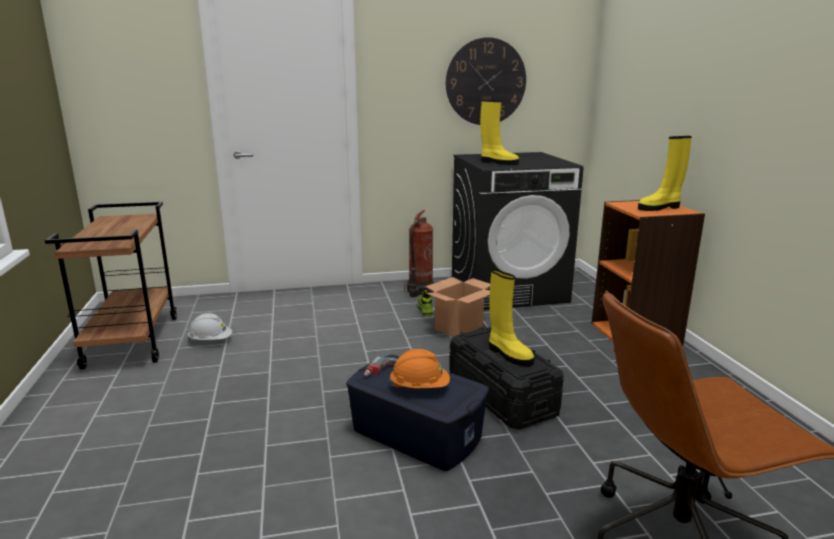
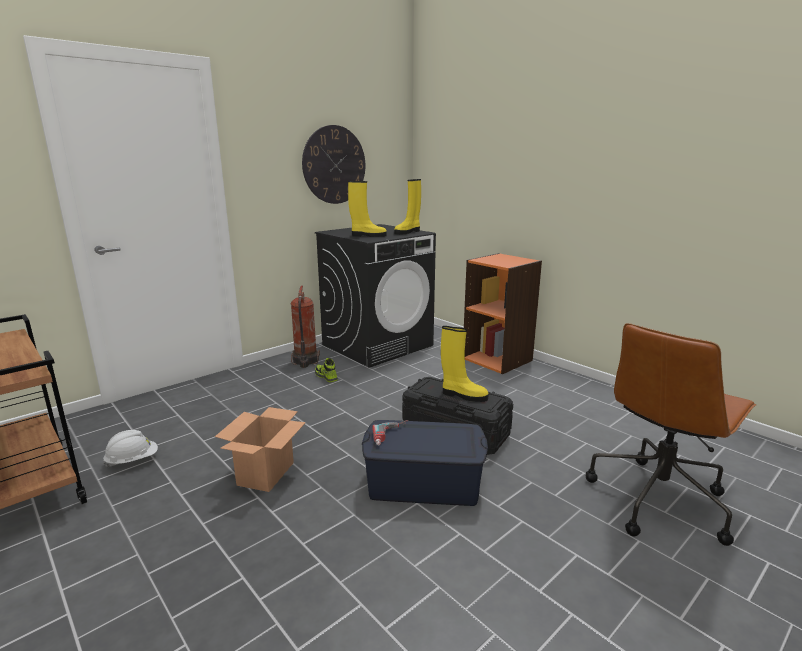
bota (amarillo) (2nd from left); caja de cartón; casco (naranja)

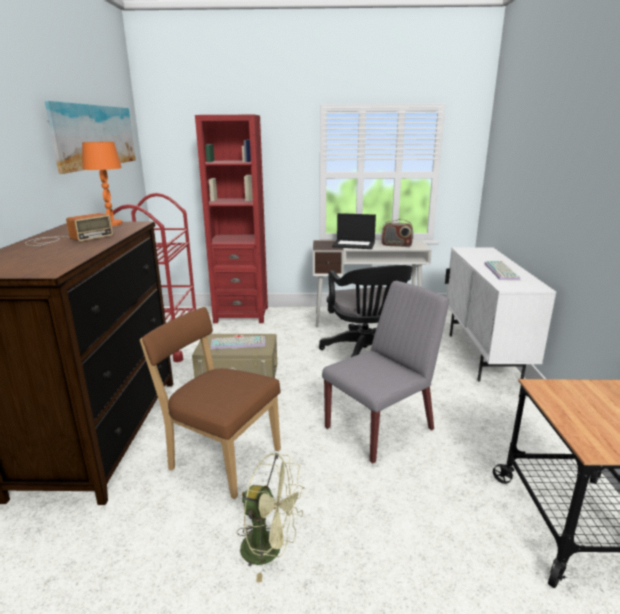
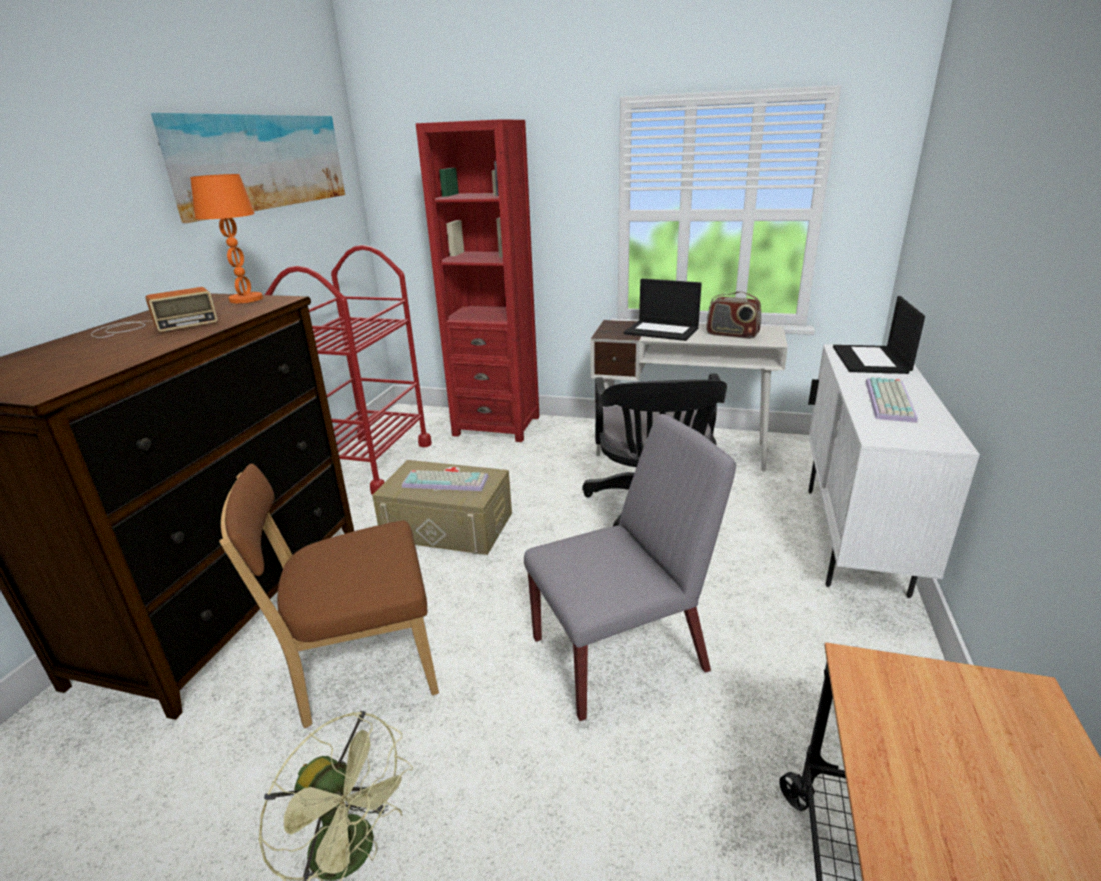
silla (marrón); portátil (2nd from left)

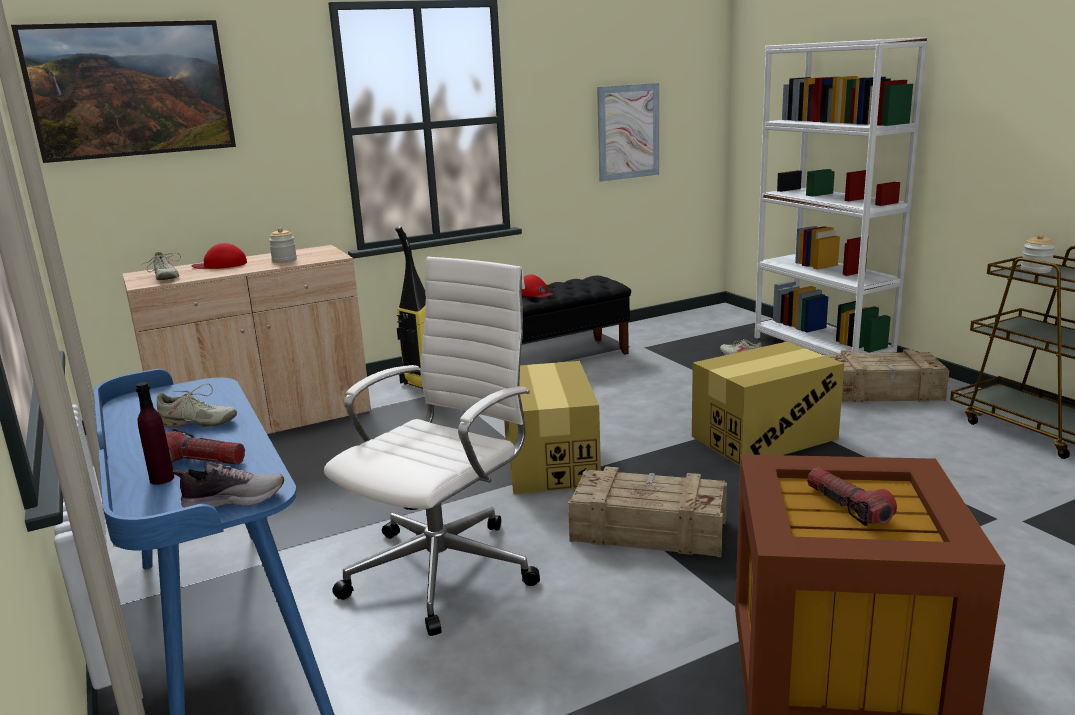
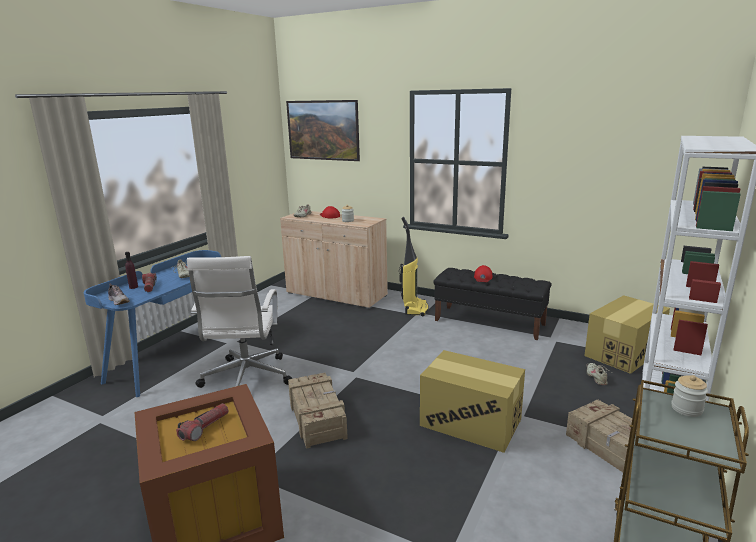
cuadro (2nd from left in the first image); silla de oficina (blanco); caja de cartón (2nd from left)

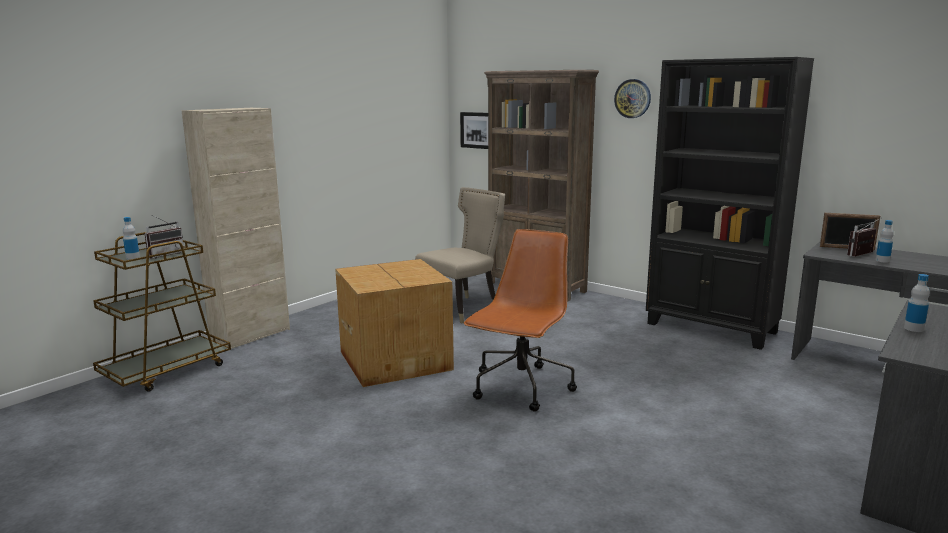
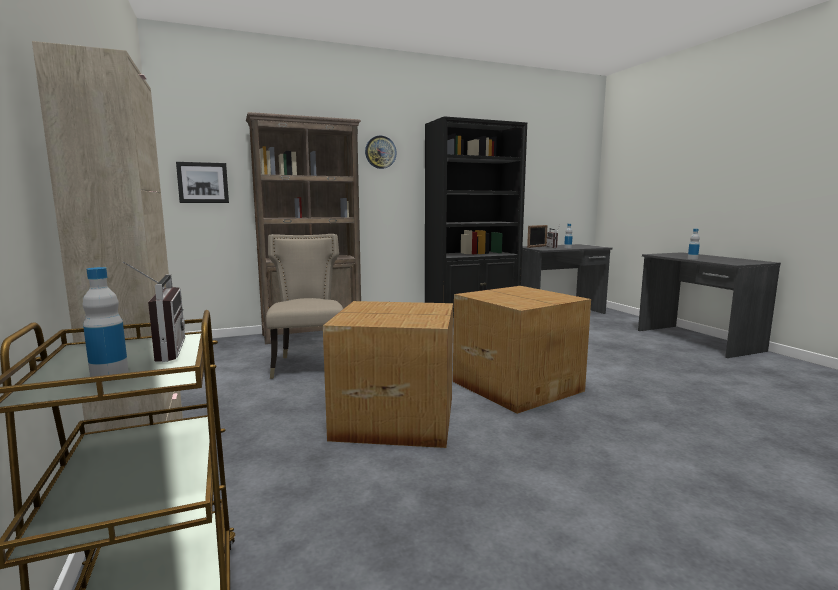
caja de cartón (2nd from left)

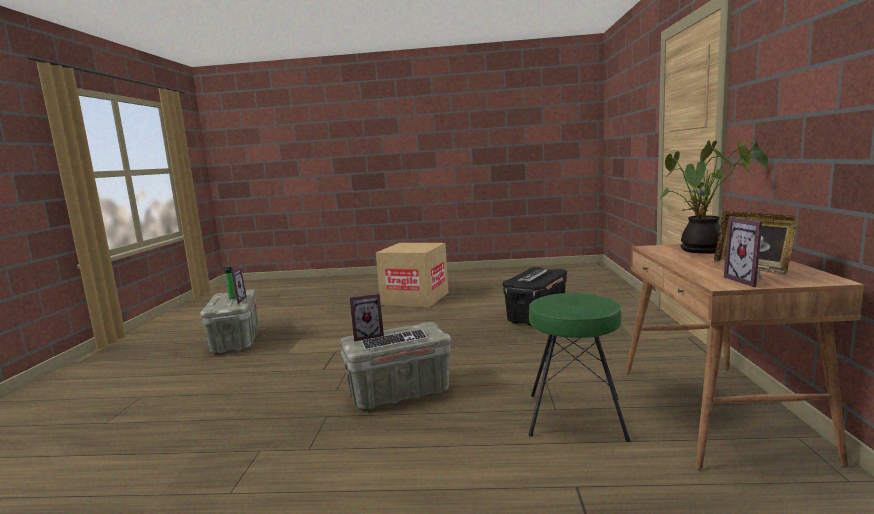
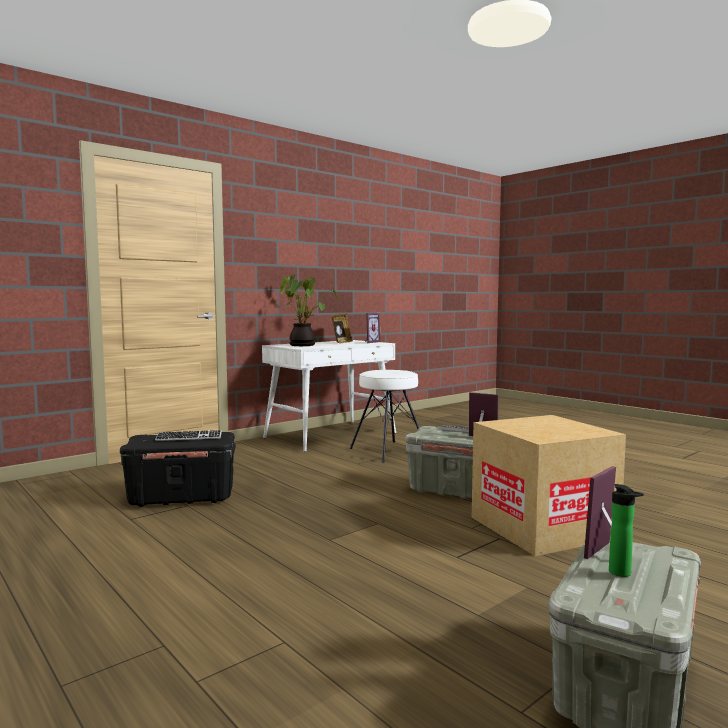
caja de cartón; escritorio (blanco); taburete (blanco)

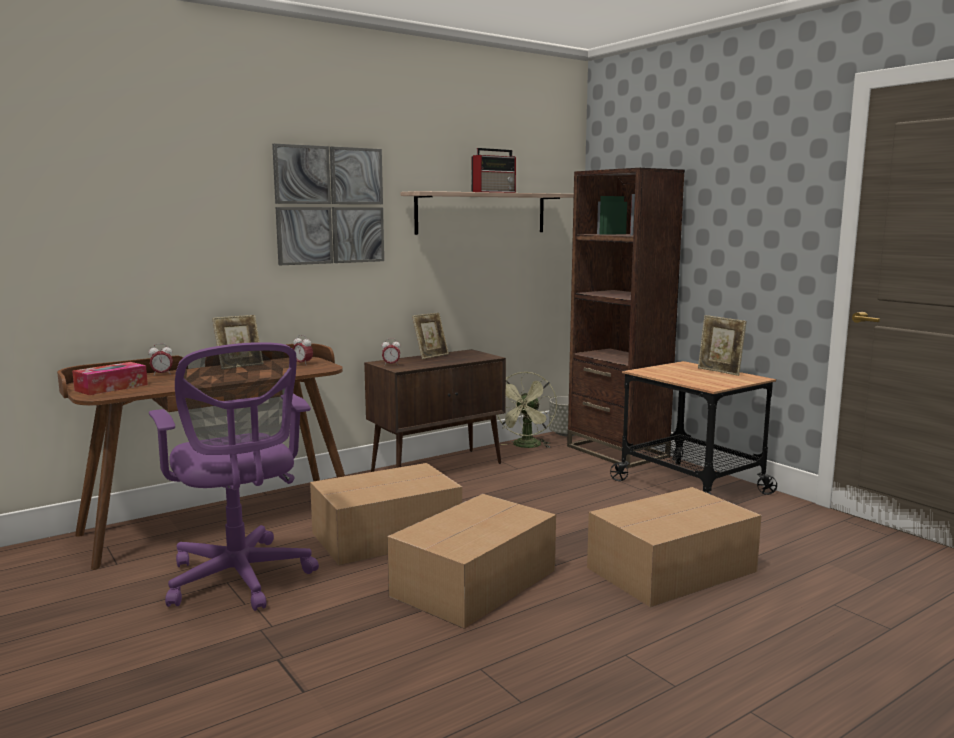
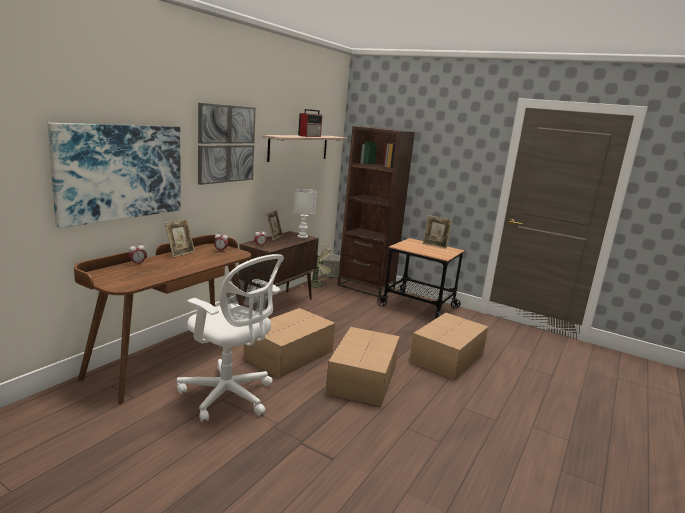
silla de oficina (blanco); caja de pañuelos; cuadro (1st from left); lámpara de mesa (blanco)

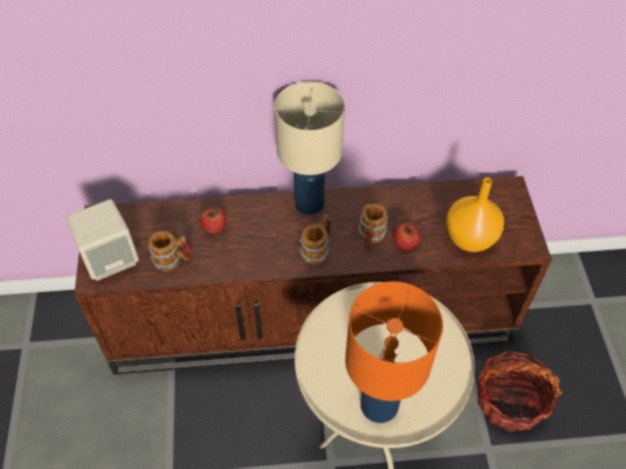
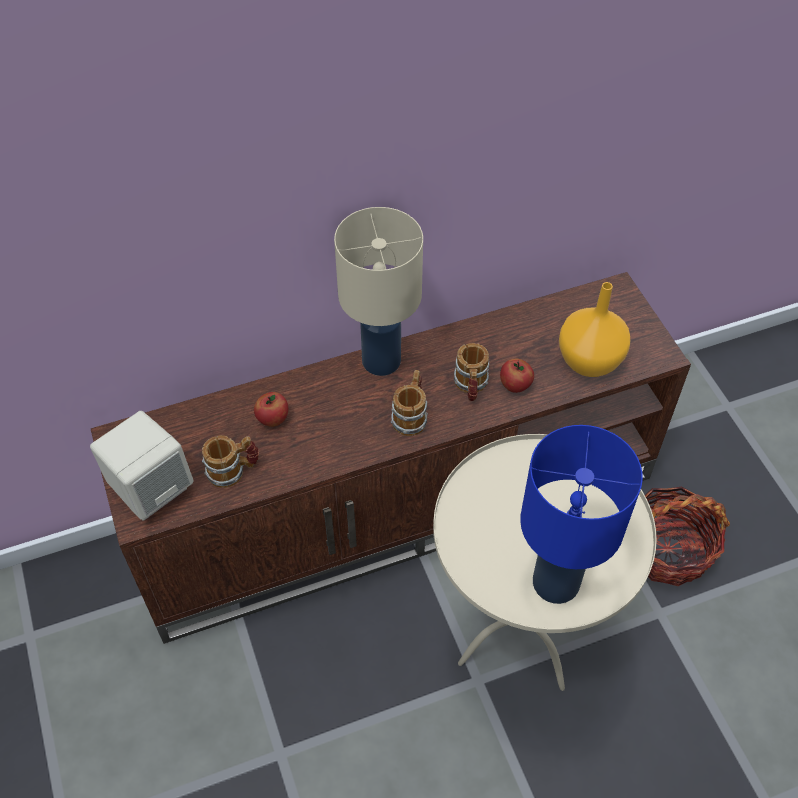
lámpara de mesa (azul)

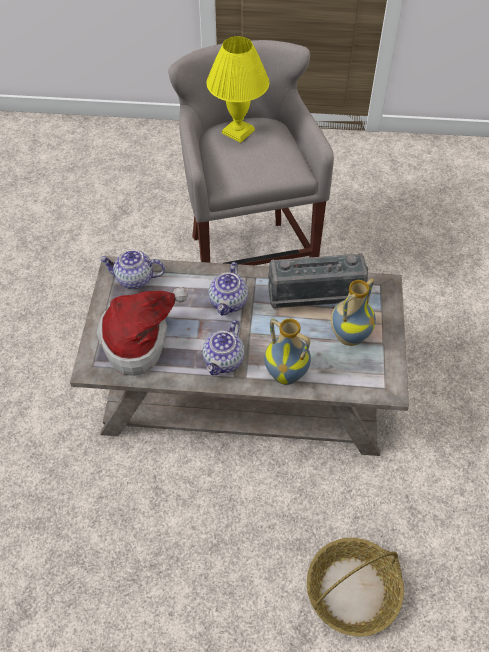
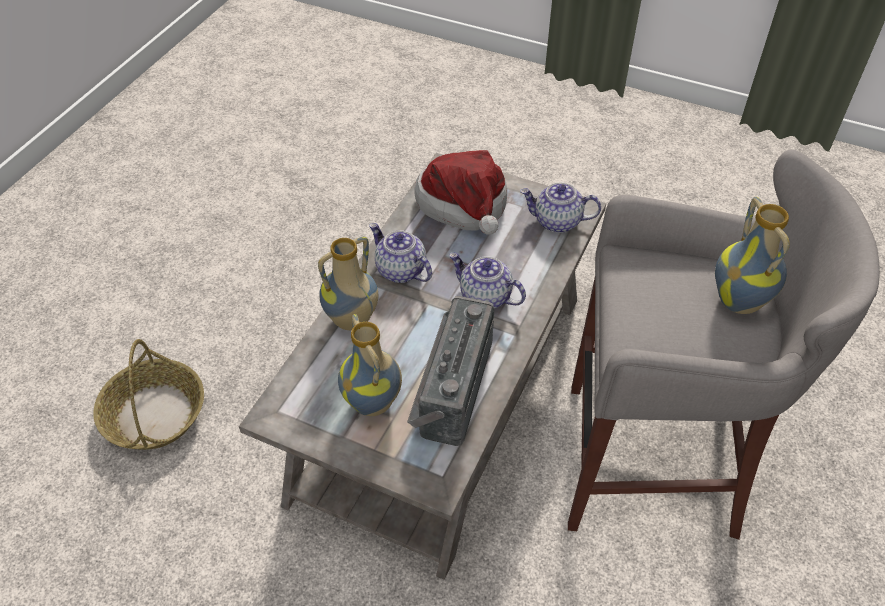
florero (3rd from left); tetera (3rd from left)

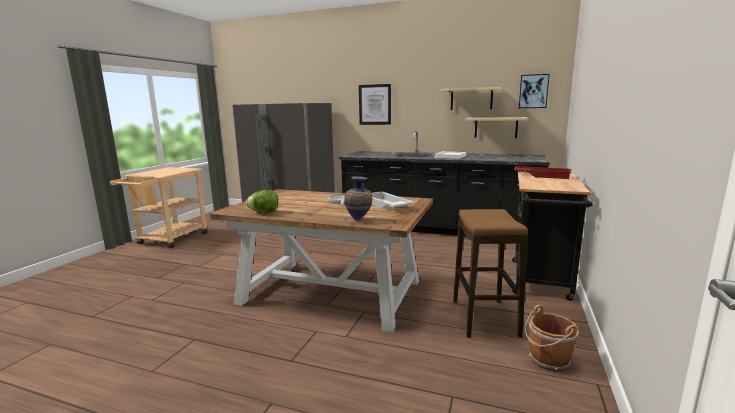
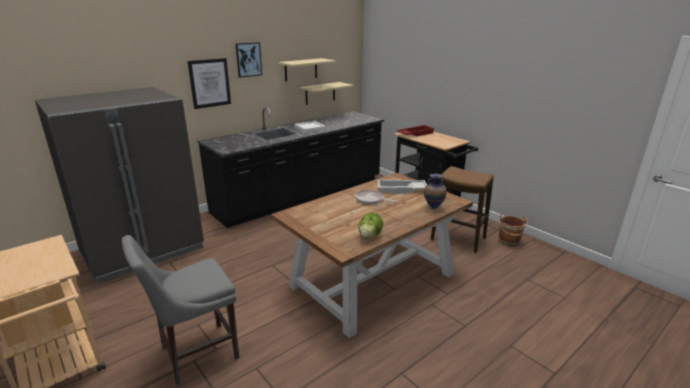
cuadro (2nd from left); silla (gris)

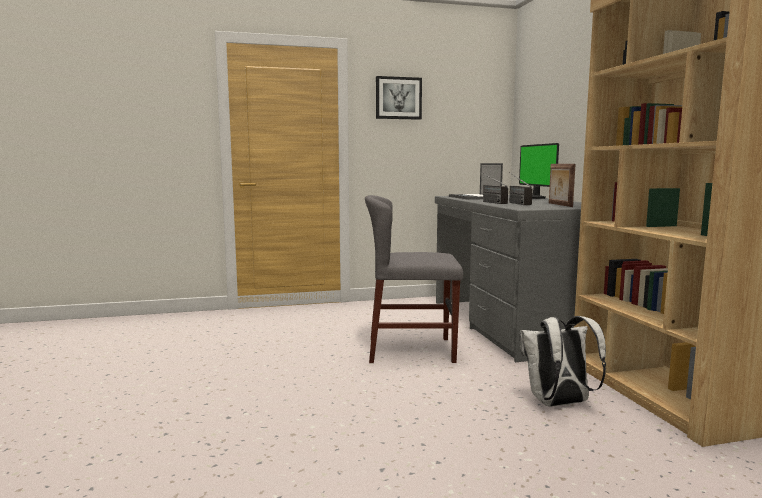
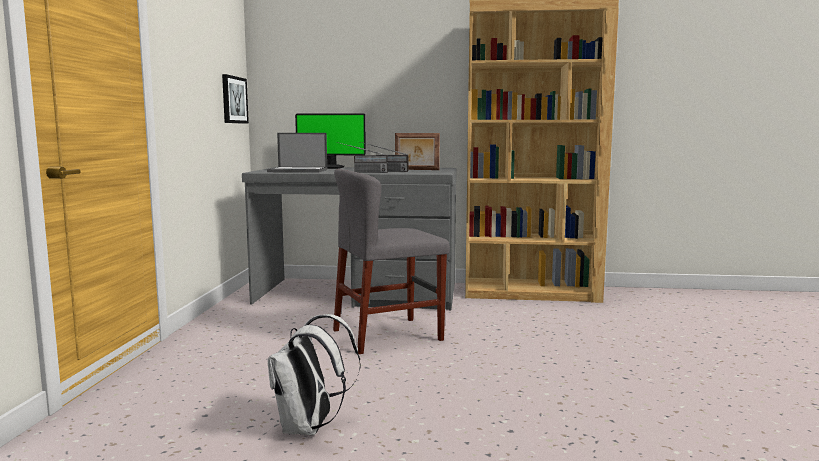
cuadro; silla (gris); mochila (blanco)

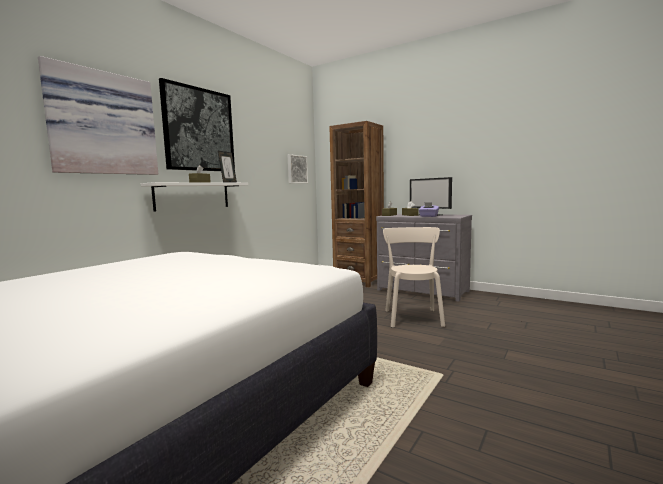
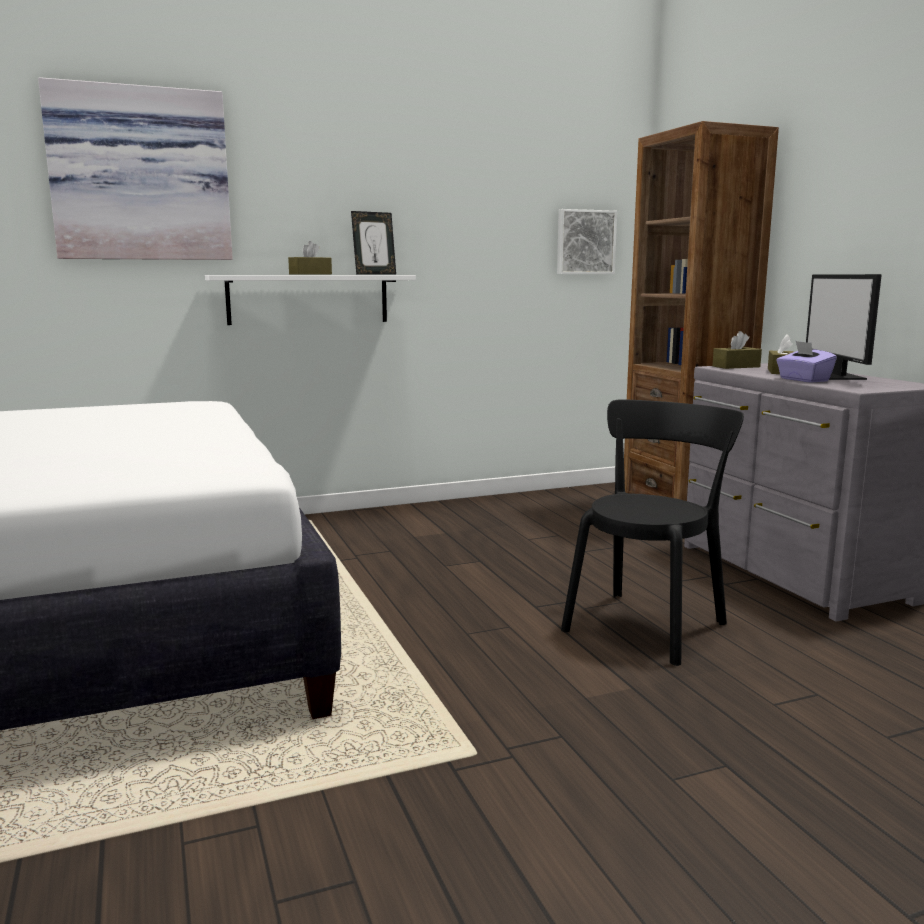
cuadro (2nd from left in the first image); silla (negro)

